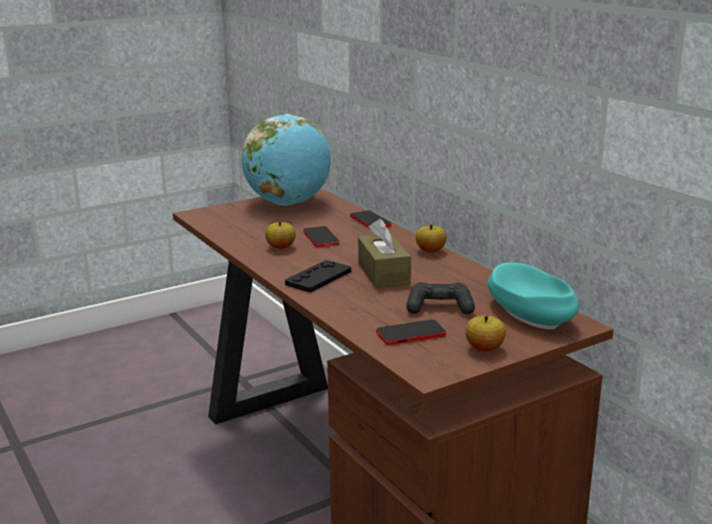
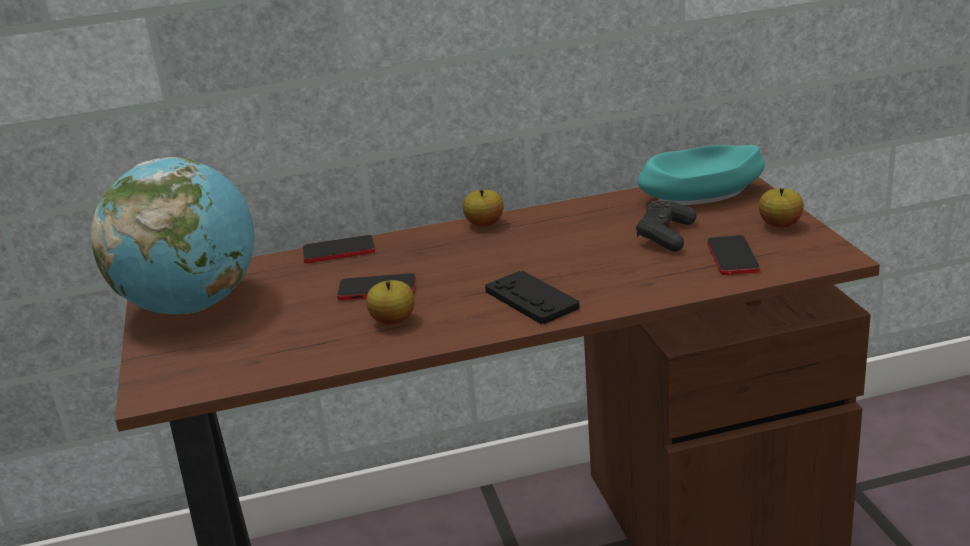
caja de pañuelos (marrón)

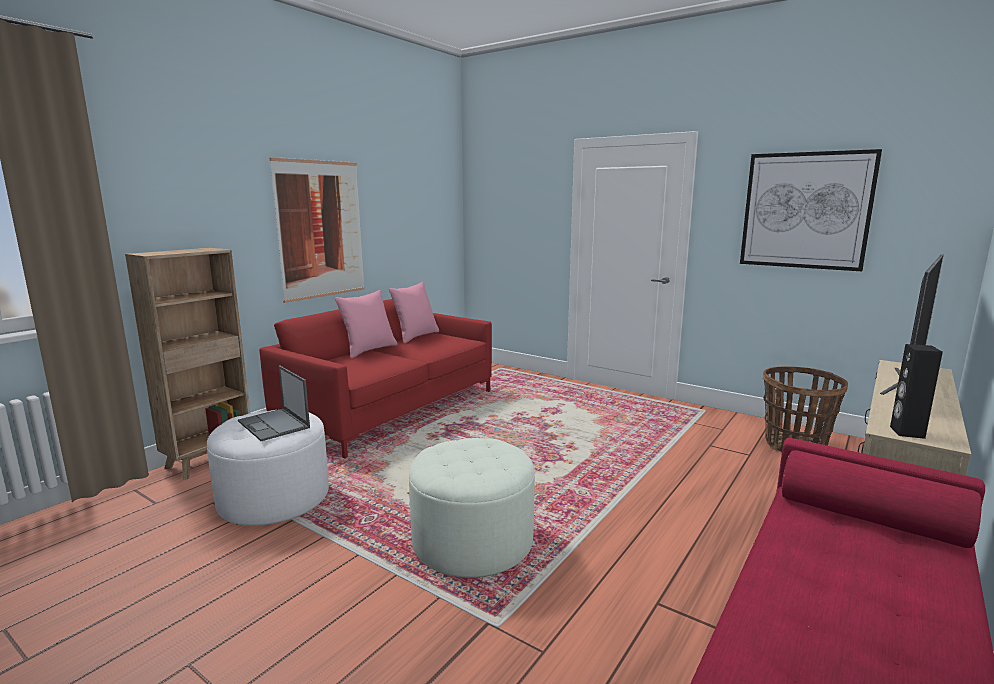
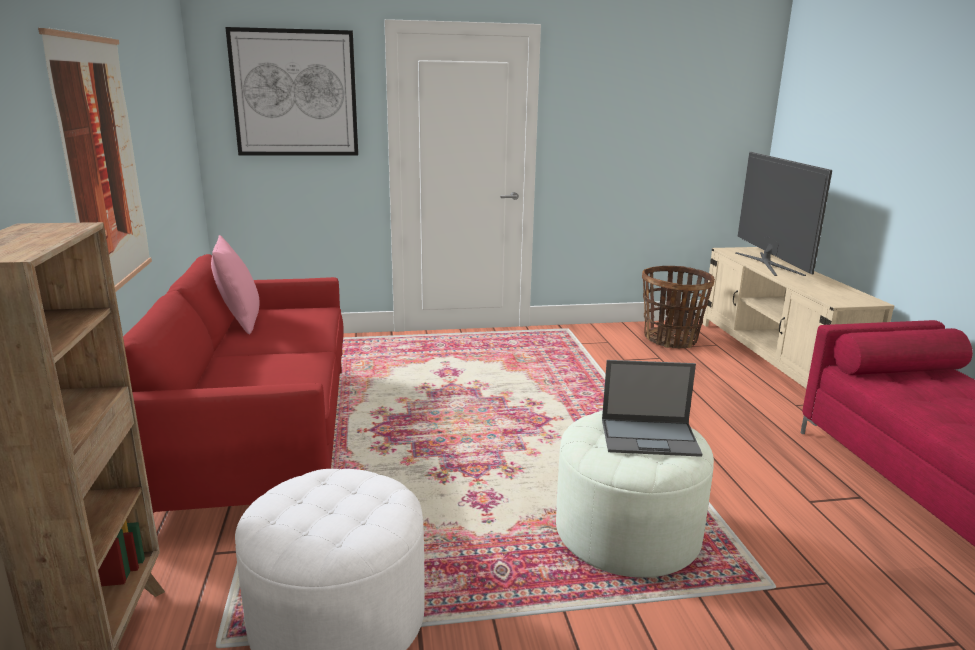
cuadro (2nd from left); cojín (rosa) (1st from left in the first image); altavoz (negro); portátil

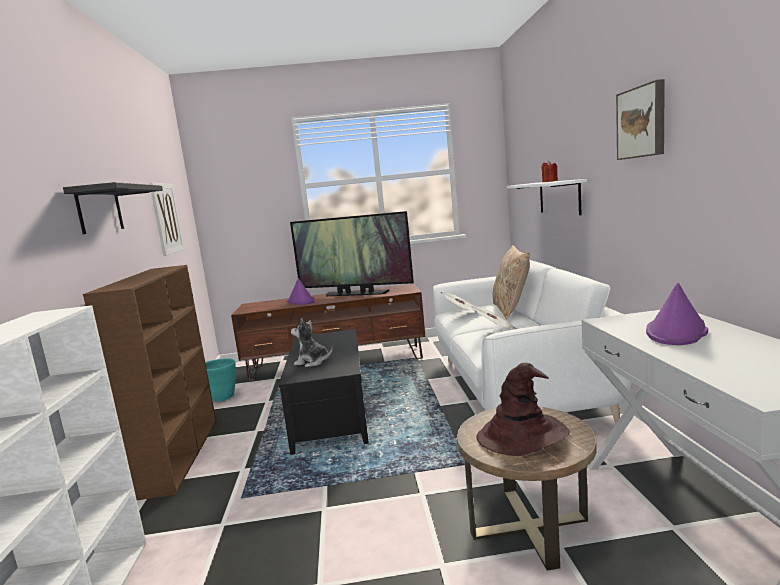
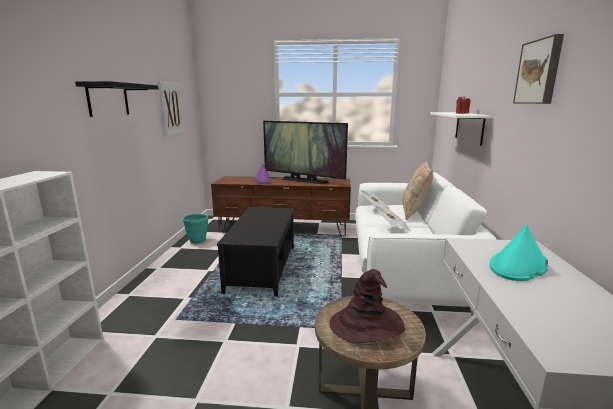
estantería (marrón); sombrero (turquesa); peluche

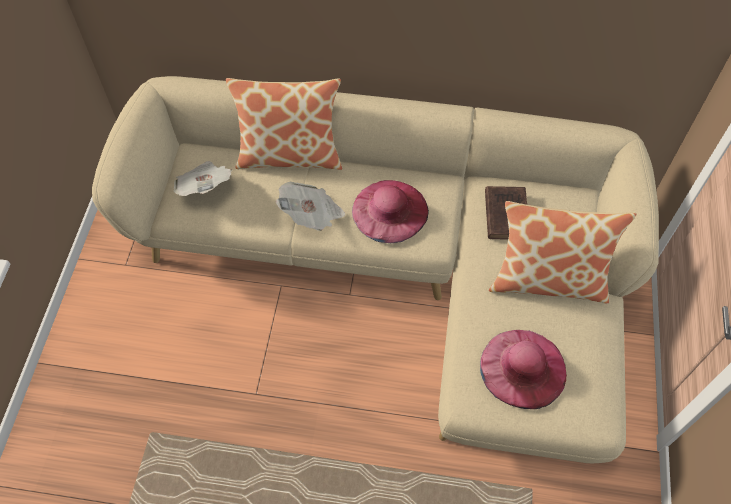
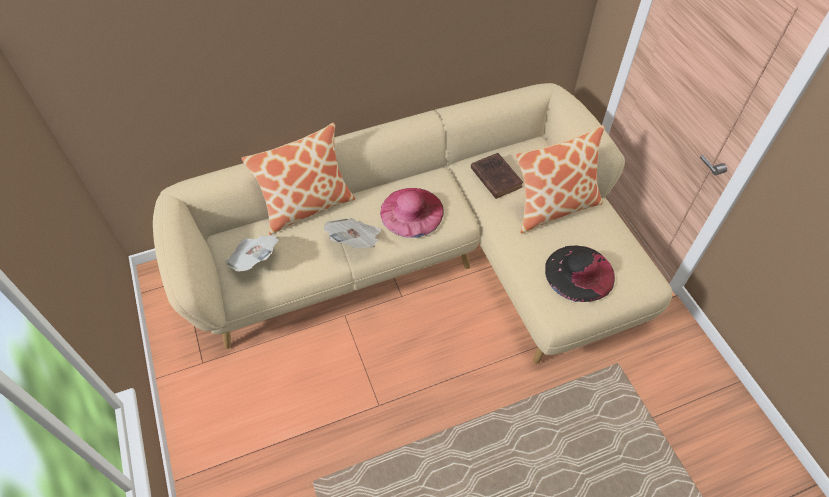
sombrero (negro)

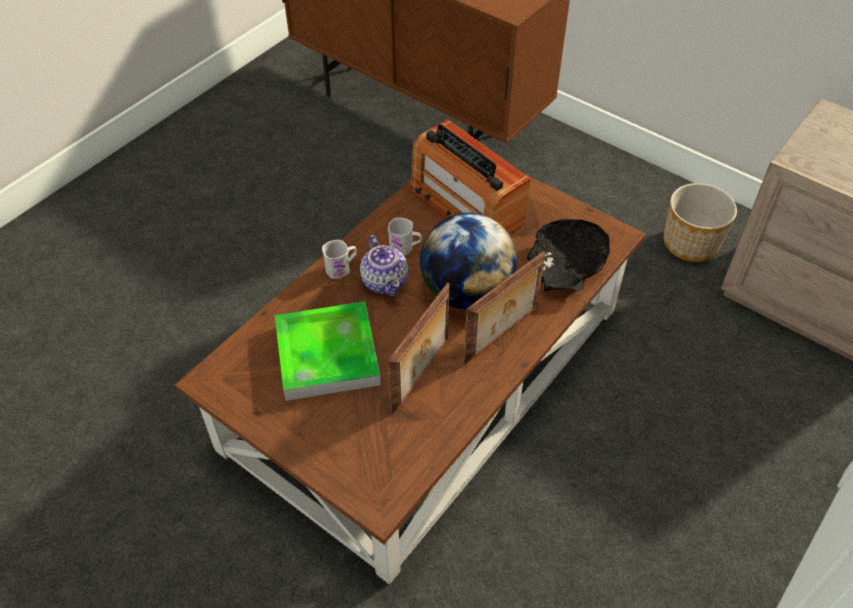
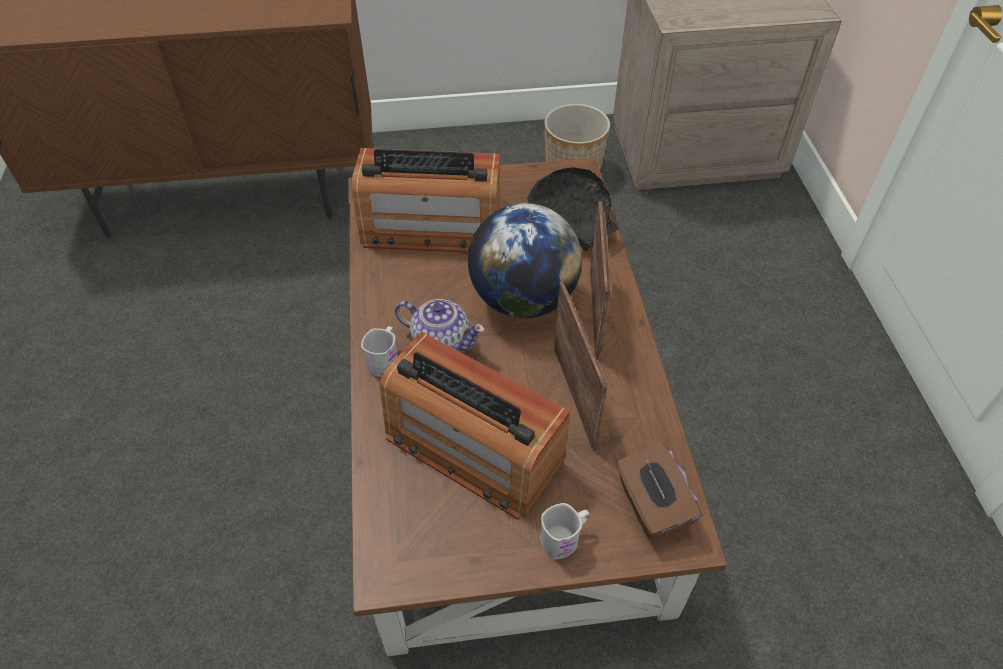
taza grande (blanco) (2nd from left); radio (2nd from left); caja de pañuelos (marrón)

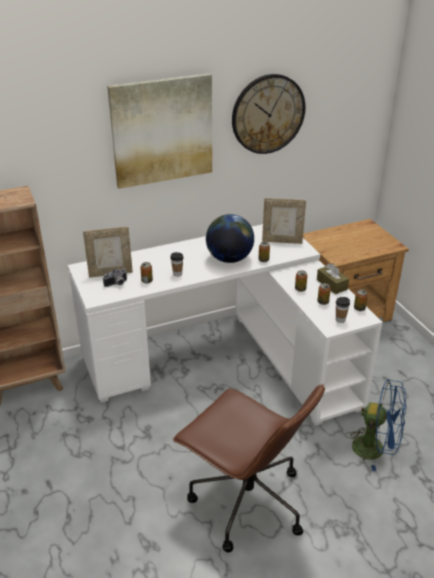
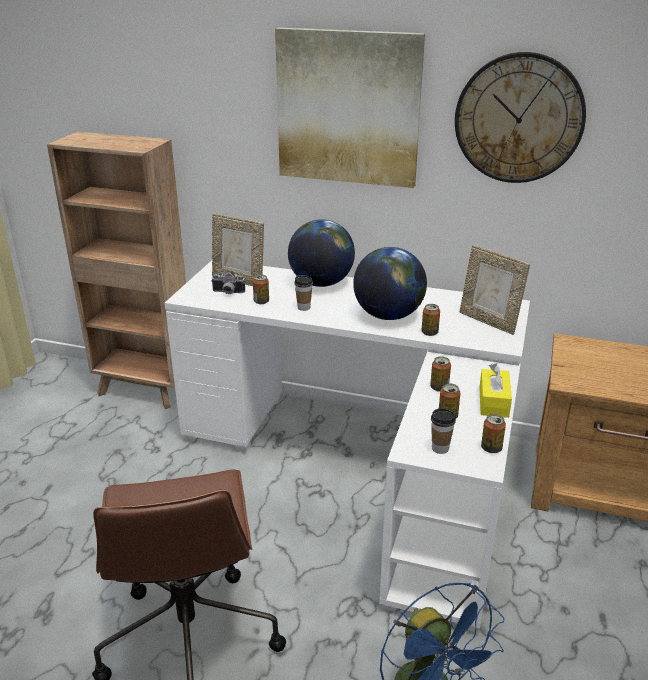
caja de pañuelos (amarillo); globo terráqueo (1st from left)

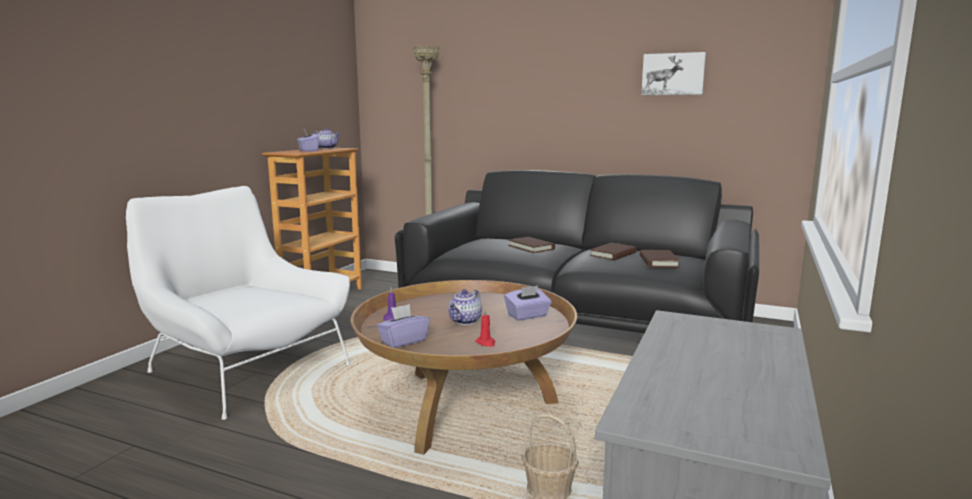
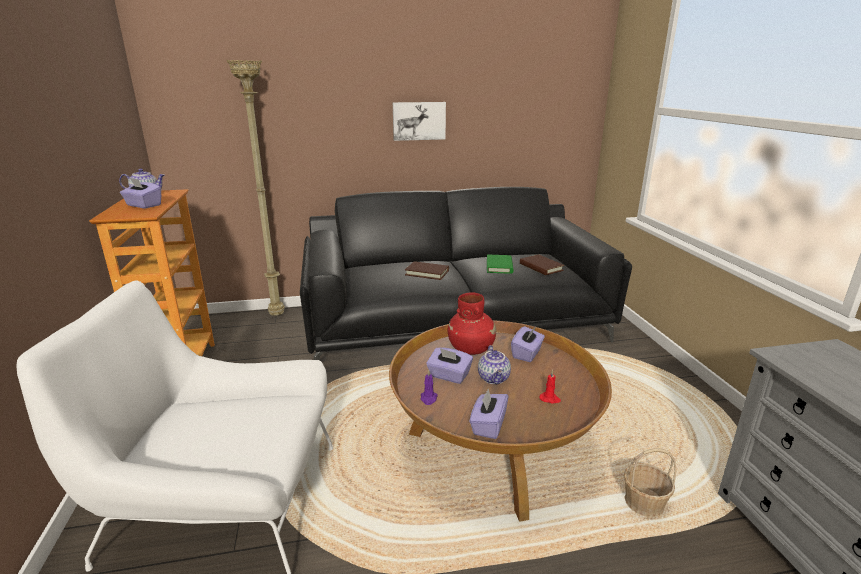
cuadro; libro (verde); florero (rojo); caja de pañuelos (morado) (2nd from left)

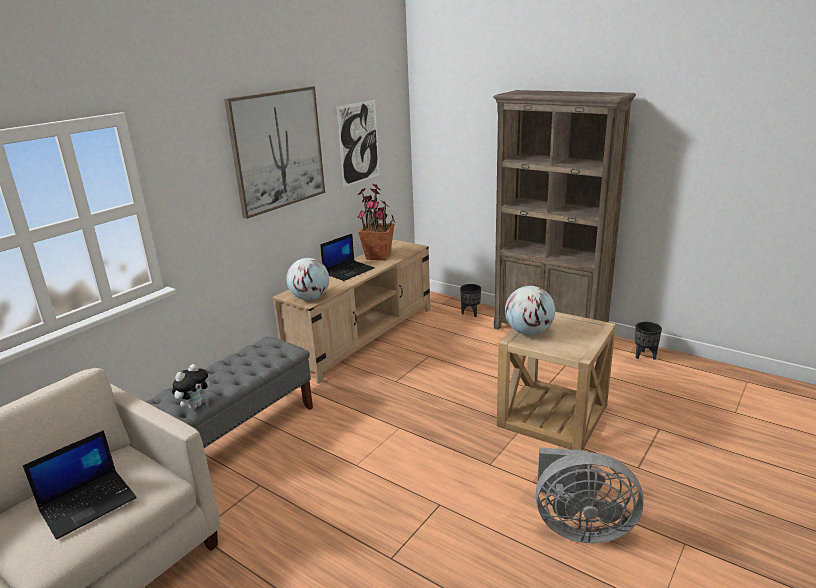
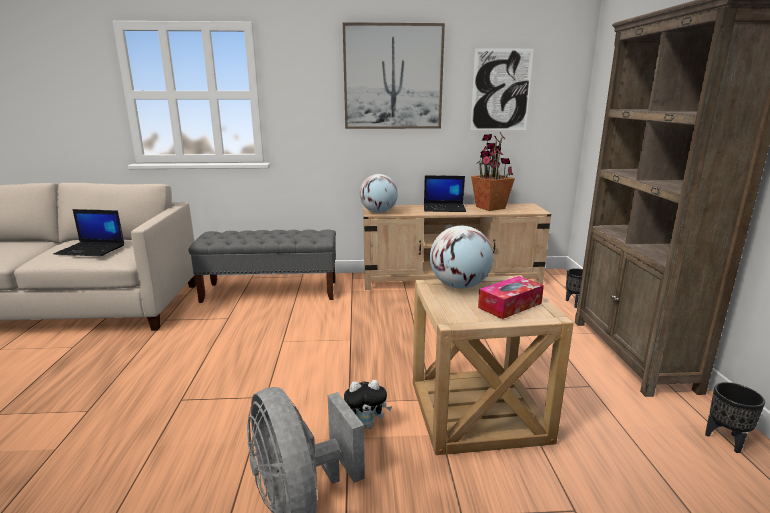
peluche; caja de pañuelos

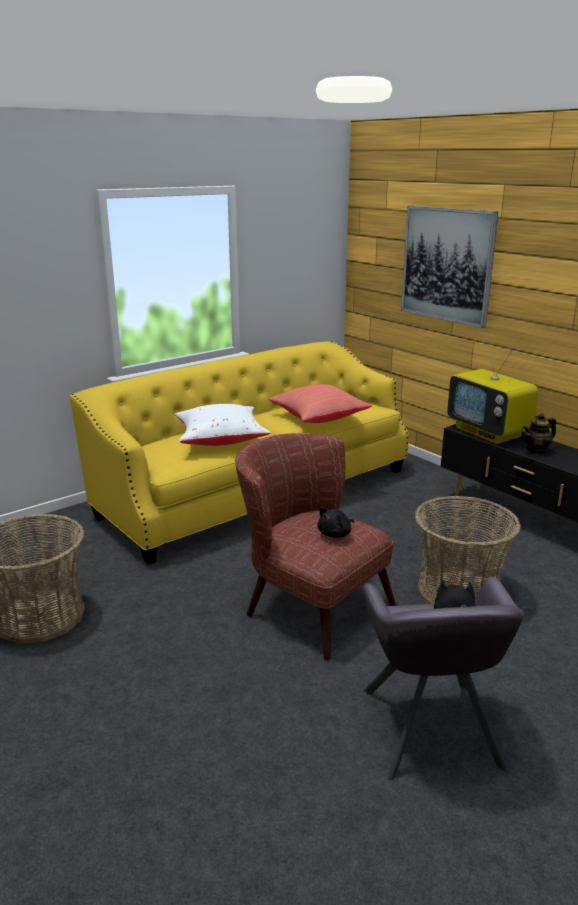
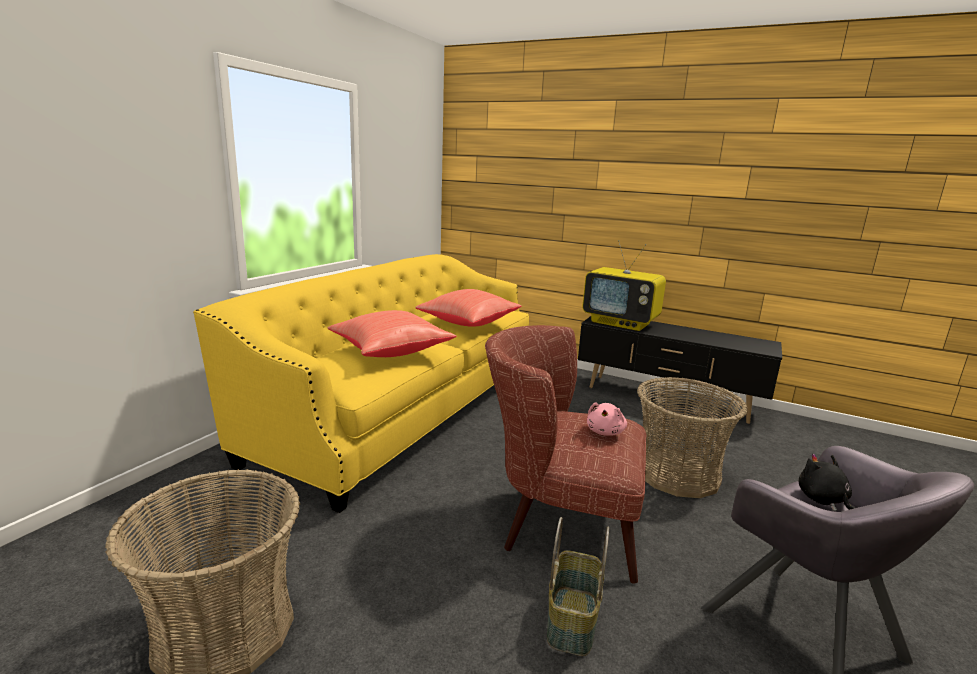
cuadro; cojín (rojo) (1st from left); tetera; peluche (rosa); cesta (2nd from left)

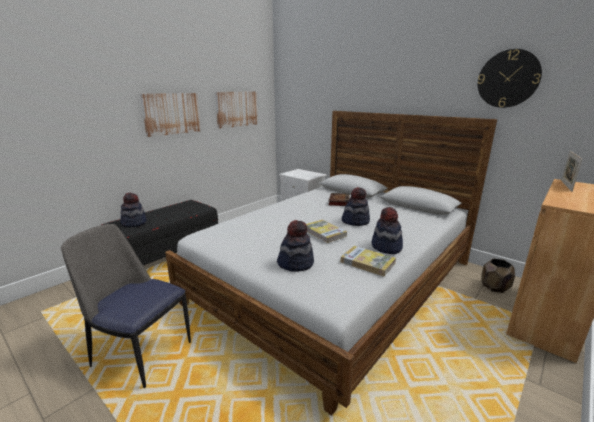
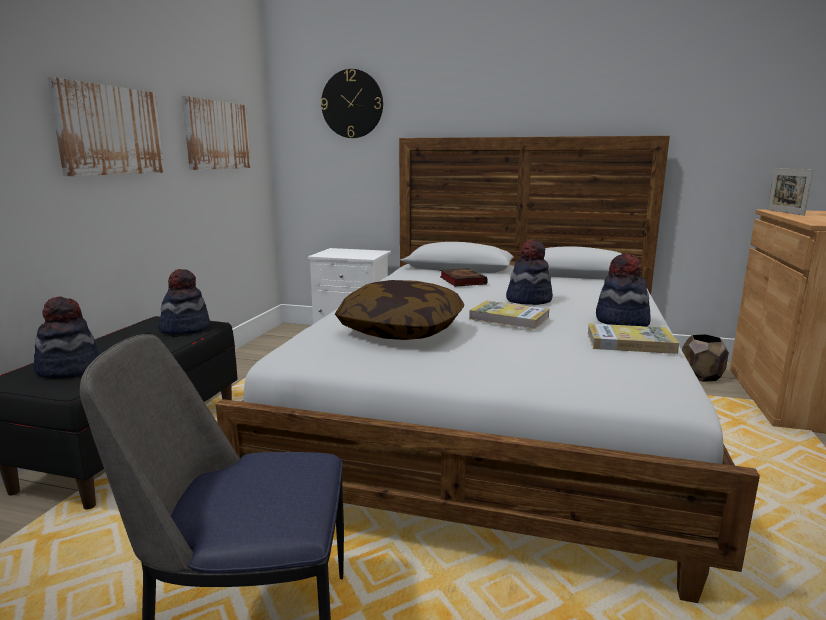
reloj de pared; sombrero (2nd from left); cojín

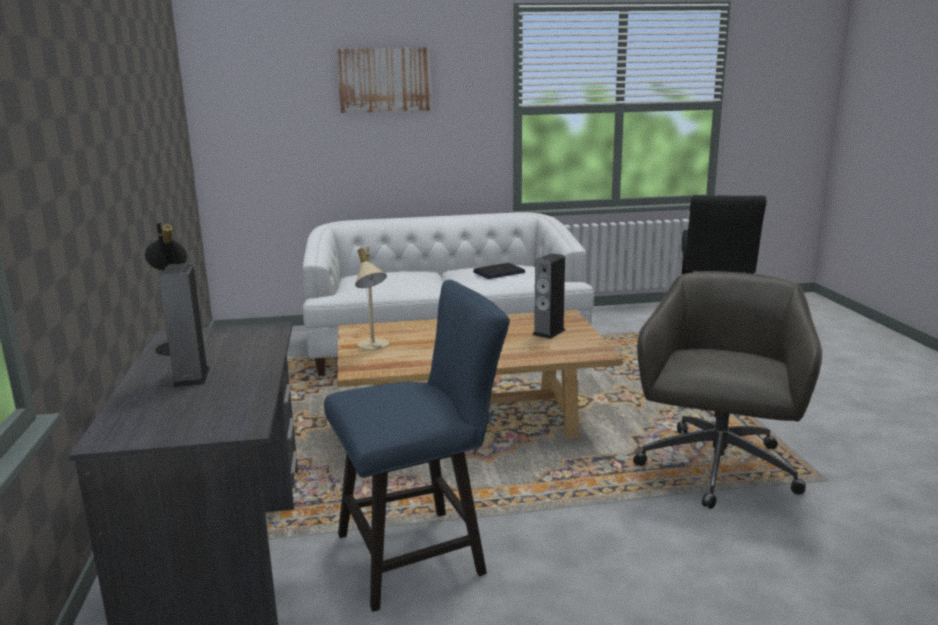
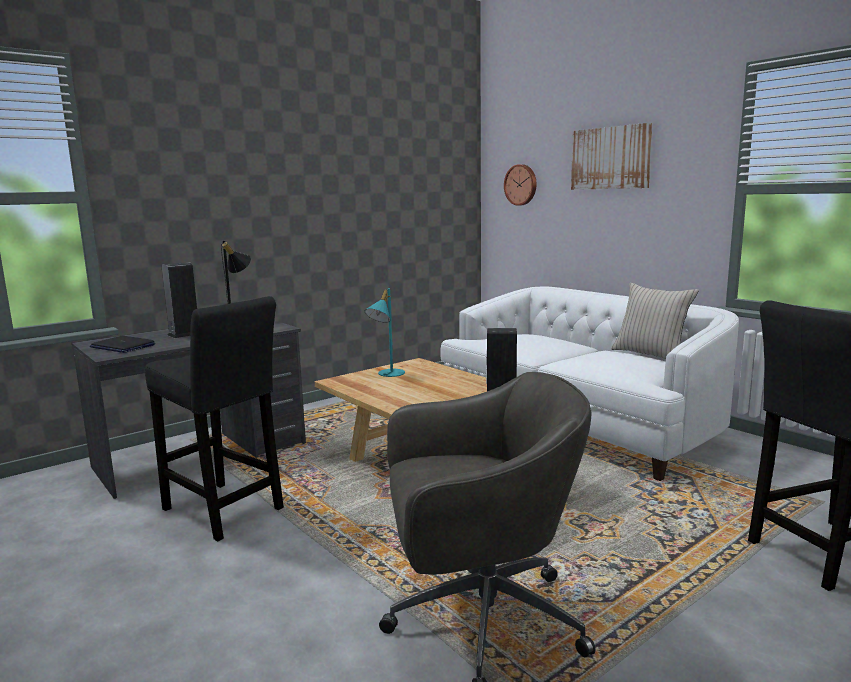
lámpara de mesa (turquesa); portátil; taburete (negro) (1st from left); reloj de pared; cojín (beis)

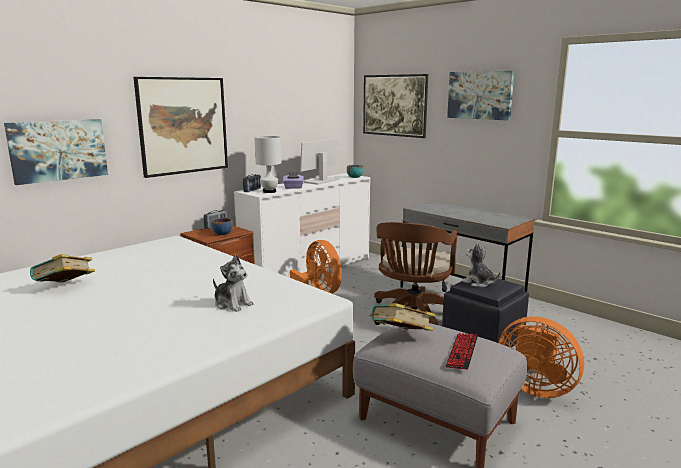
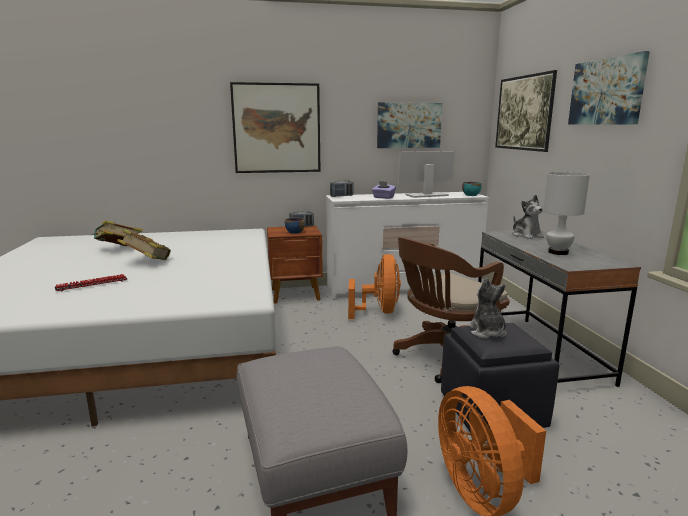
cuadro (2nd from left); lámpara de mesa (blanco); peluche (2nd from left); libro (2nd from left); teclado

